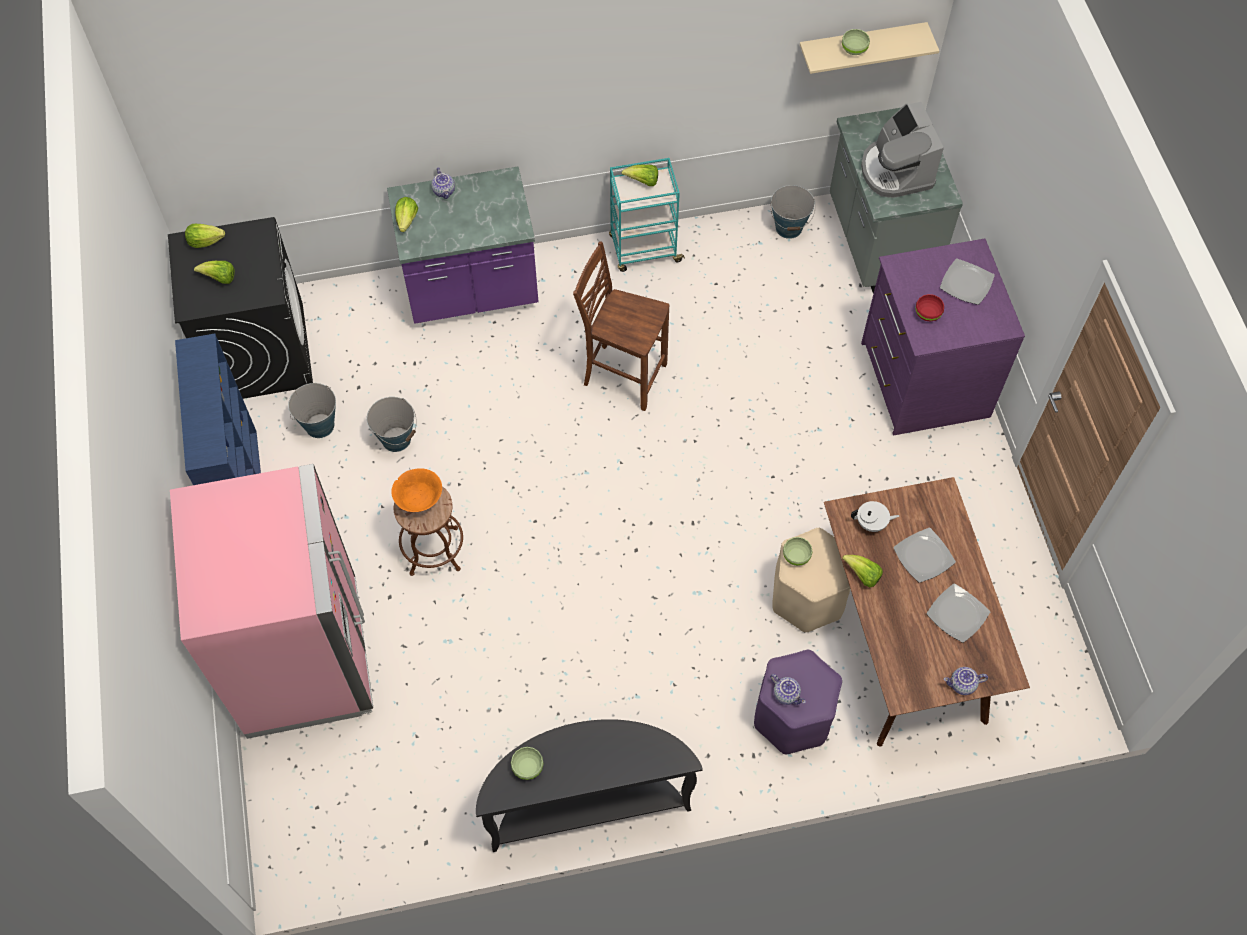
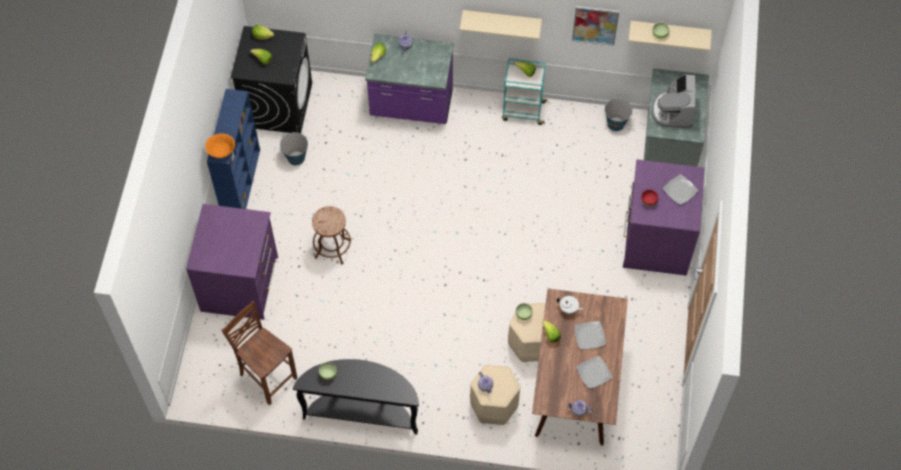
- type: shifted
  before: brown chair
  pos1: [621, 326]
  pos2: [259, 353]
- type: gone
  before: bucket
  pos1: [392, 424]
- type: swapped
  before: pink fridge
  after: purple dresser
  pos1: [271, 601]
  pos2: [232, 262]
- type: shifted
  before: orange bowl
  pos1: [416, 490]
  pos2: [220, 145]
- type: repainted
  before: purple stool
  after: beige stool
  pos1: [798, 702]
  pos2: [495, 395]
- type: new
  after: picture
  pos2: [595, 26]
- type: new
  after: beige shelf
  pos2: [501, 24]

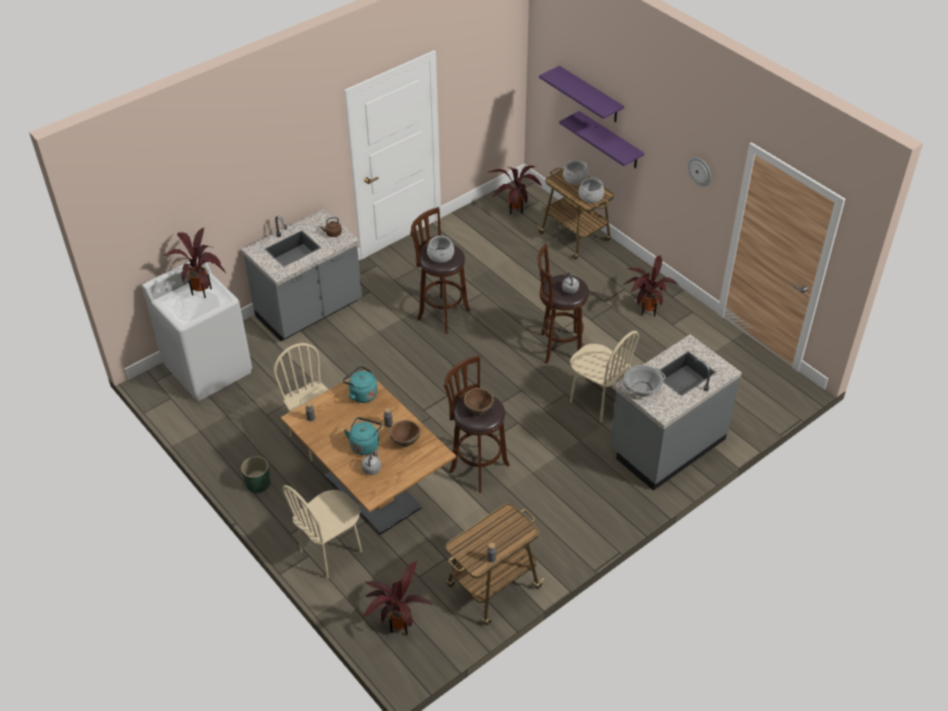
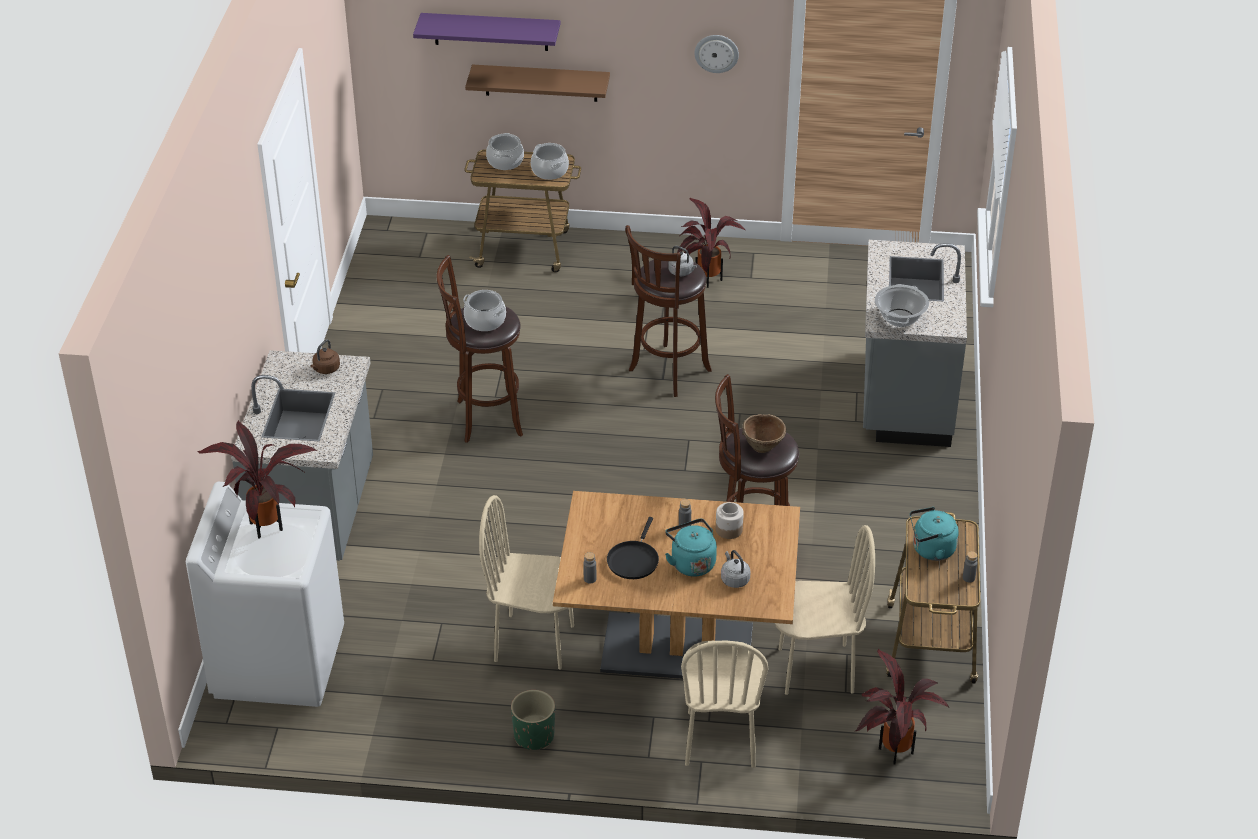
- type: repainted
  before: purple shelf
  after: brown shelf
  pos1: [601, 139]
  pos2: [537, 83]
- type: gone
  before: potted plant
  pos1: [515, 190]
- type: shifted
  before: beige chair
  pos1: [604, 376]
  pos2: [825, 610]
- type: shifted
  before: turquoise kettle
  pos1: [360, 384]
  pos2: [934, 534]
- type: swapped
  before: brown bowl
  after: jar
  pos1: [405, 433]
  pos2: [730, 520]
- type: new
  after: black frying pan
  pos2: [633, 548]

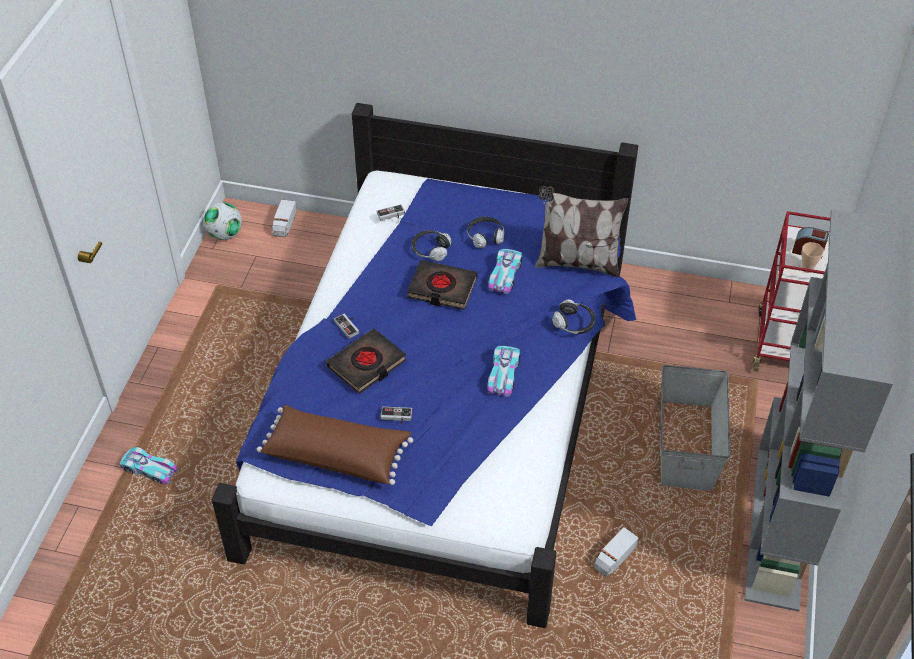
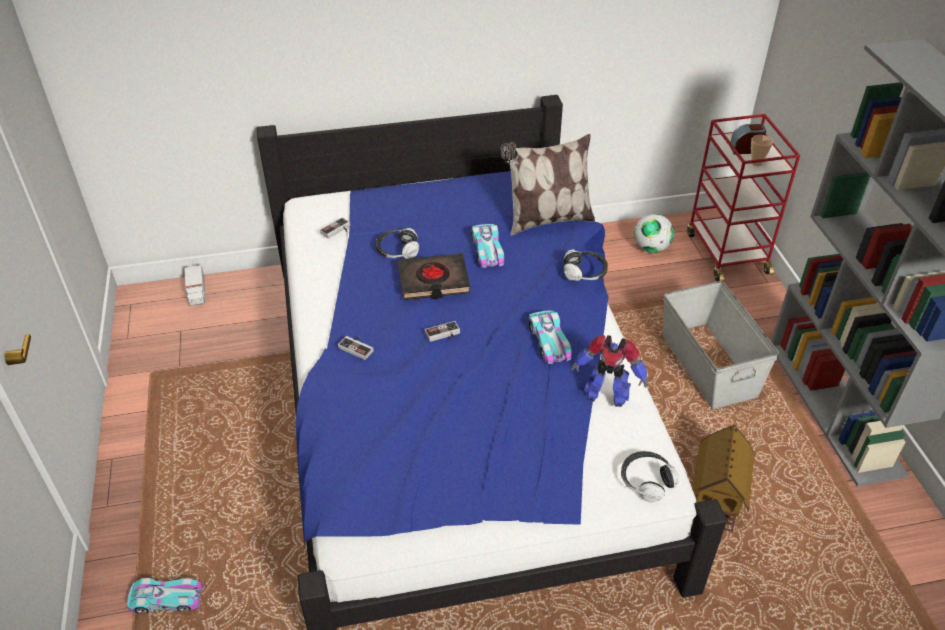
- type: shifted
  before: football
  pos1: [223, 221]
  pos2: [654, 233]
- type: shifted
  before: headphones
  pos1: [485, 232]
  pos2: [650, 477]
- type: gone
  before: black book
  pos1: [366, 361]
- type: gone
  before: brown pillow
  pos1: [335, 445]
- type: shifted
  before: game controller
  pos1: [396, 416]
  pos2: [442, 331]
- type: swapped
  before: toy truck
  after: toy house
  pos1: [616, 552]
  pos2: [723, 478]
- type: new
  after: toy robot
  pos2: [609, 370]

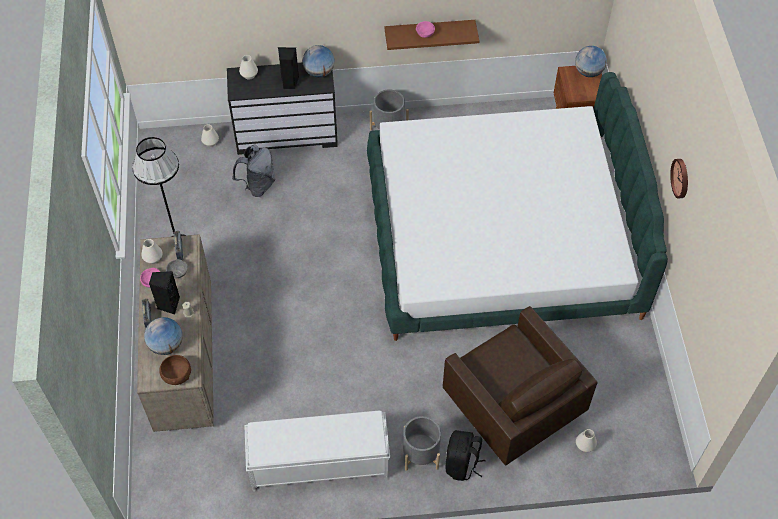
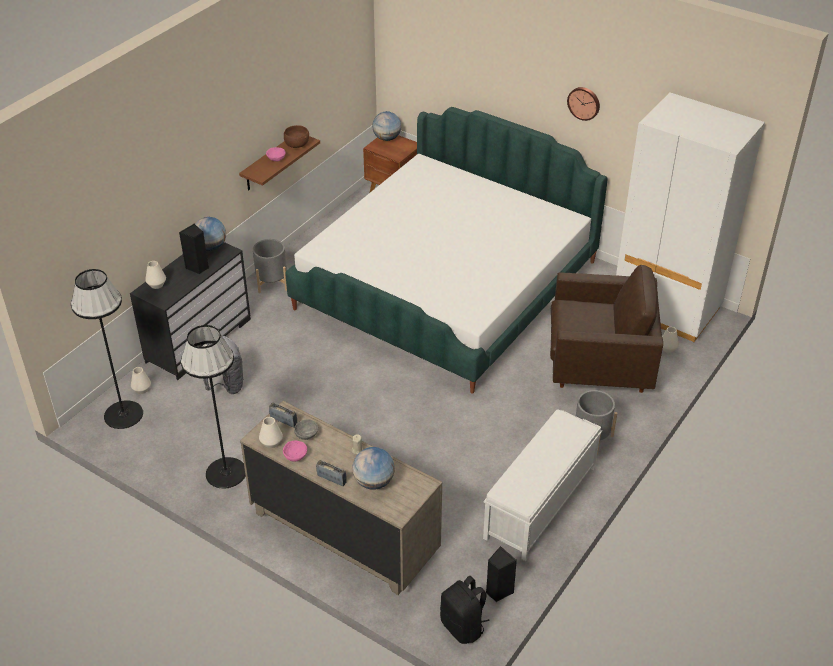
- type: shifted
  before: black speaker
  pos1: [164, 293]
  pos2: [501, 574]
- type: shifted
  before: brown bowl
  pos1: [175, 370]
  pos2: [296, 136]
- type: shifted
  before: black backpack
  pos1: [465, 455]
  pos2: [465, 610]
- type: new
  after: white wardrobe
  pos2: [690, 217]
- type: new
  after: black floor lamp
  pos2: [107, 349]

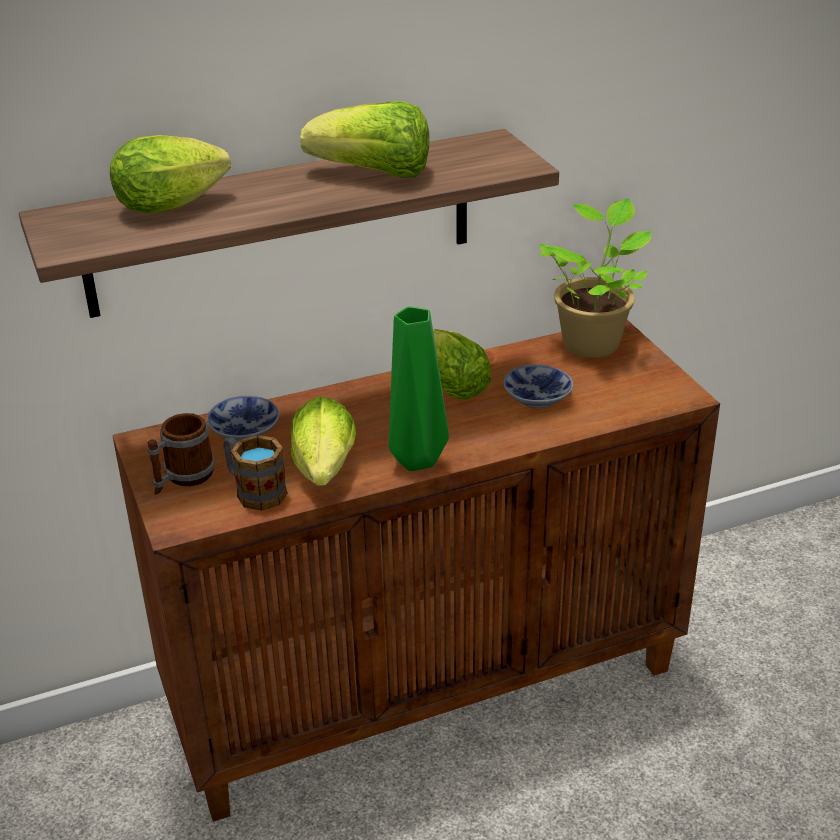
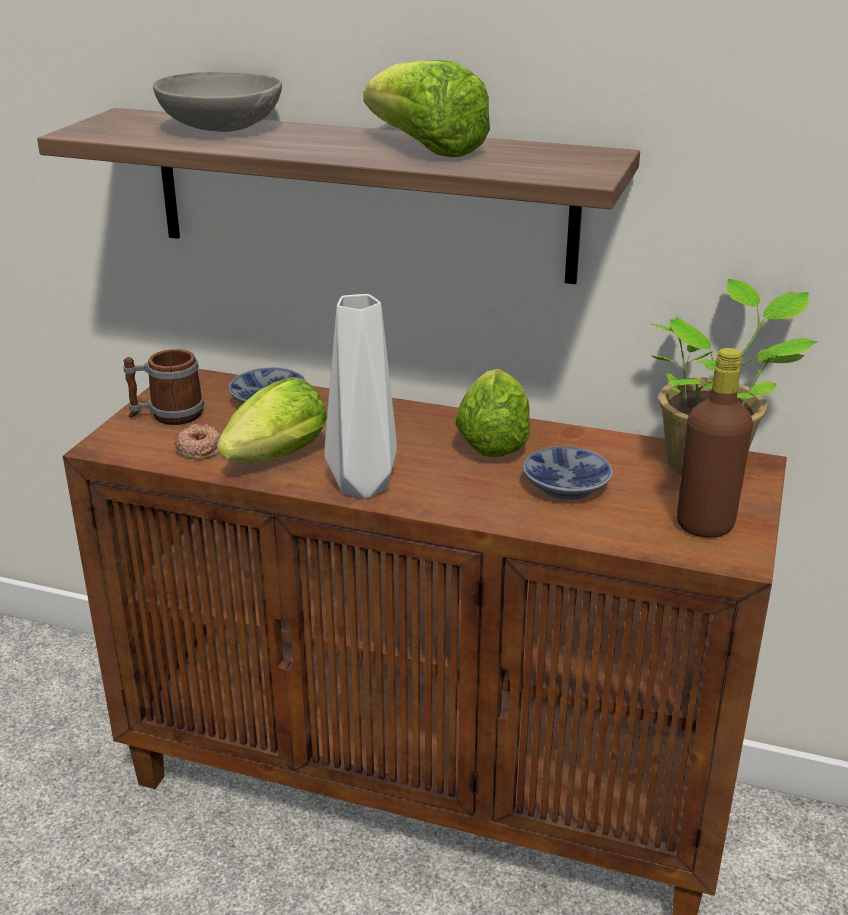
- type: swapped
  before: lettuce
  after: grey bowl
  pos1: [170, 174]
  pos2: [217, 102]
- type: repainted
  before: green vase
  after: white vase
  pos1: [419, 388]
  pos2: [360, 396]
- type: swapped
  before: mug
  after: donut
  pos1: [255, 473]
  pos2: [198, 442]
- type: new
  after: brown bottle
  pos2: [715, 443]

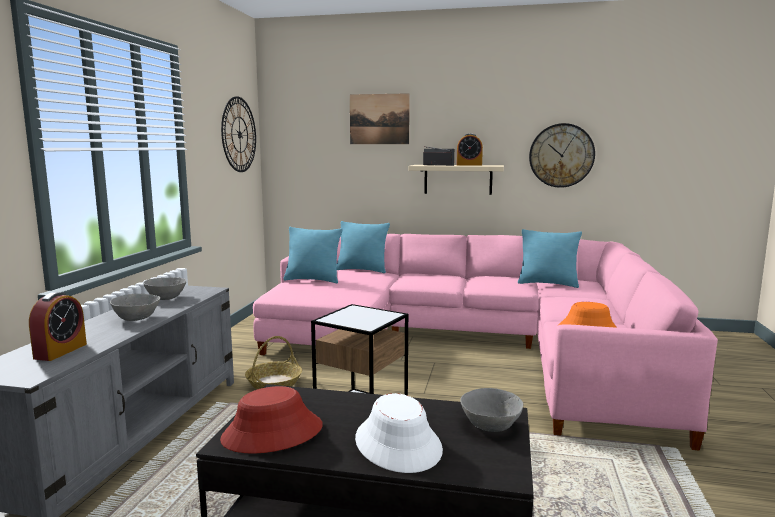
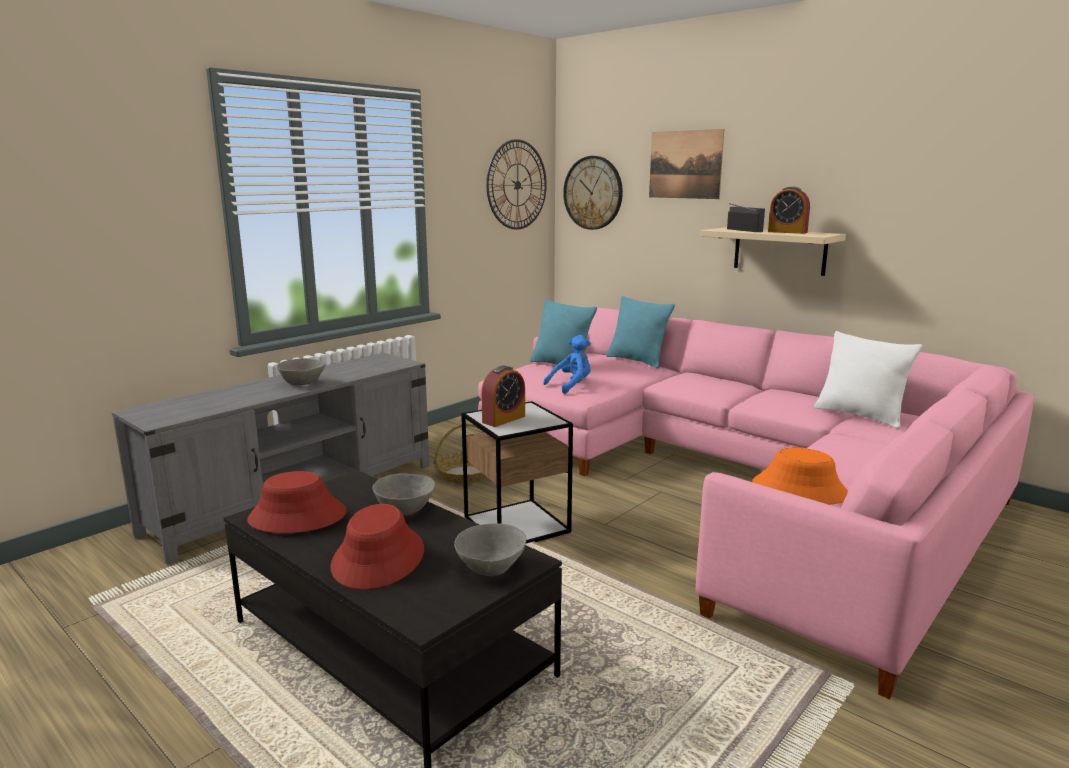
- type: shifted
  before: wall clock
  pos1: [562, 155]
  pos2: [593, 193]
- type: repainted
  before: turquoise pillow
  after: white pillow
  pos1: [550, 258]
  pos2: [868, 380]
- type: shifted
  before: grey bowl
  pos1: [164, 288]
  pos2: [403, 494]
- type: shifted
  before: alarm clock
  pos1: [58, 326]
  pos2: [503, 396]
- type: repainted
  before: white hat
  after: red hat
  pos1: [399, 433]
  pos2: [377, 547]
- type: new
  after: blue plush toy
  pos2: [567, 364]

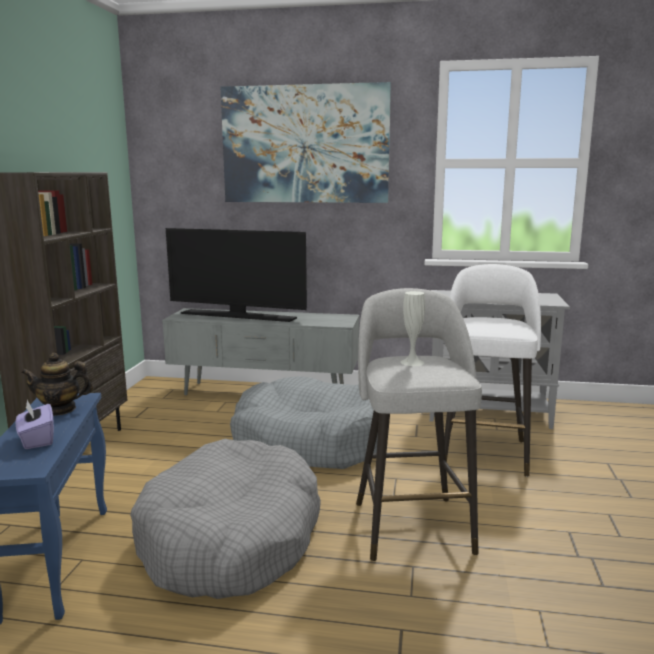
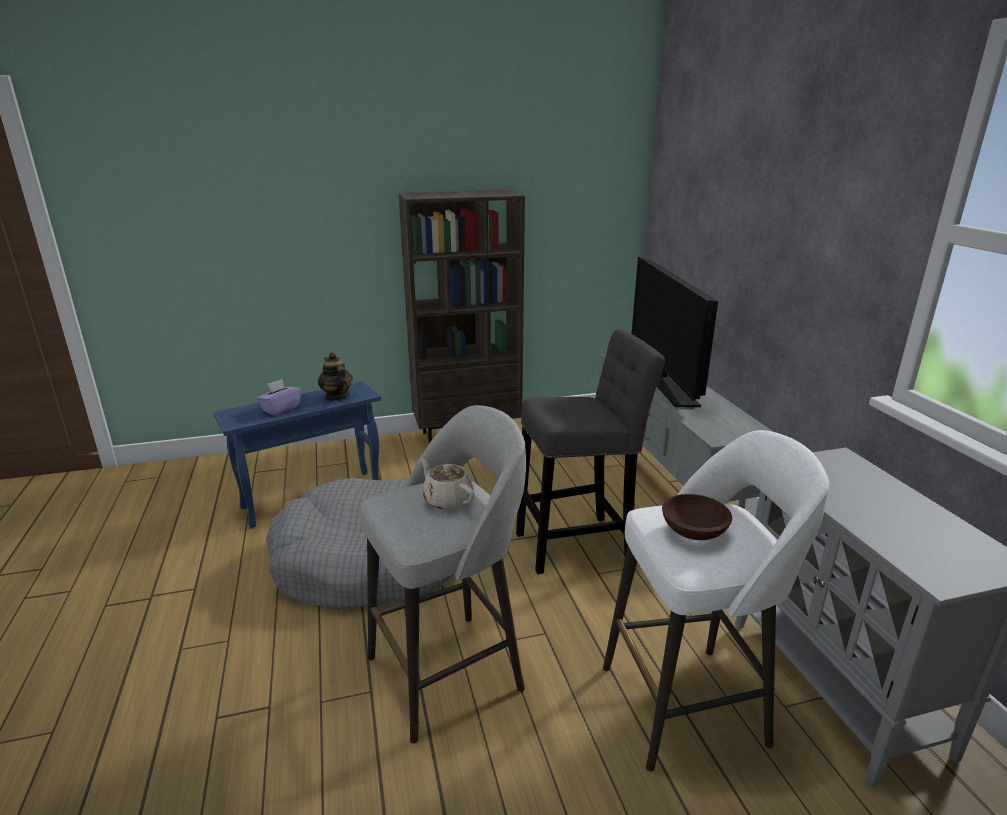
- type: gone
  before: picture
  pos1: [306, 142]
- type: swapped
  before: white vase
  after: beige teapot
  pos1: [413, 328]
  pos2: [447, 484]
- type: swapped
  before: grey dog bed
  after: grey stool
  pos1: [304, 422]
  pos2: [590, 451]
- type: new
  after: brown bowl
  pos2: [697, 517]

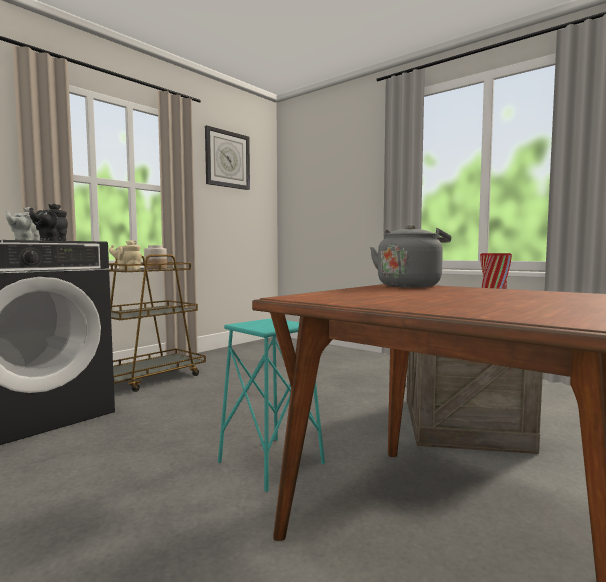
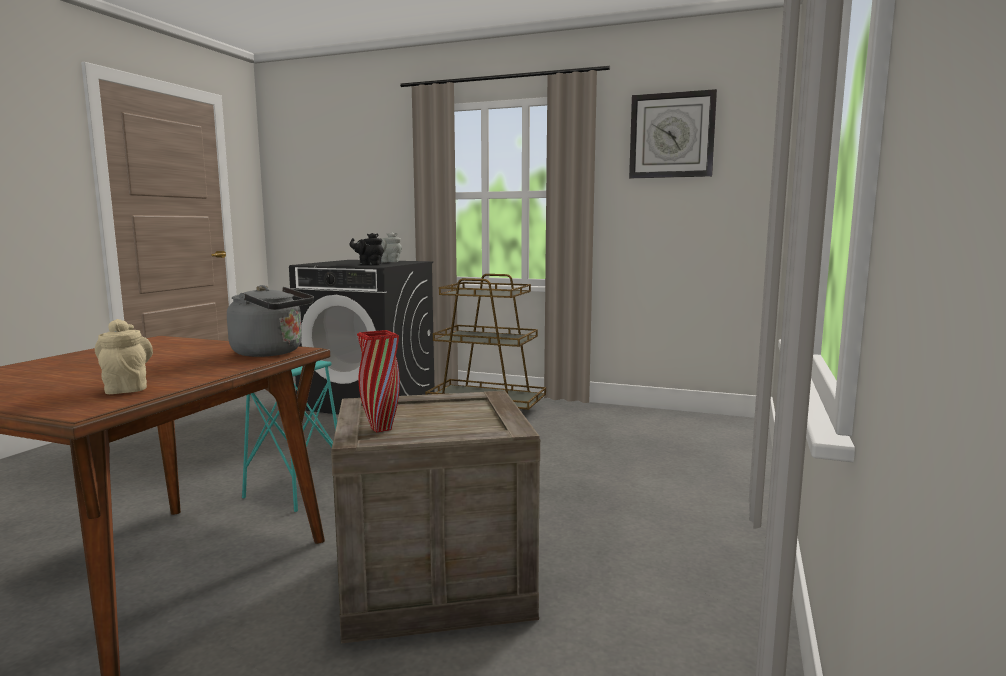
- type: shifted
  before: beige teapot
  pos1: [125, 255]
  pos2: [124, 356]
- type: gone
  before: jar
  pos1: [155, 257]

